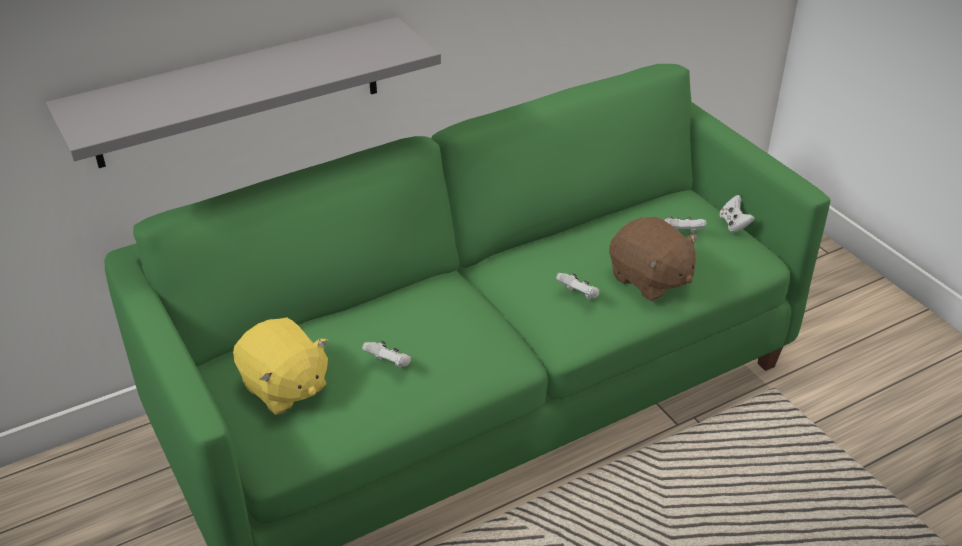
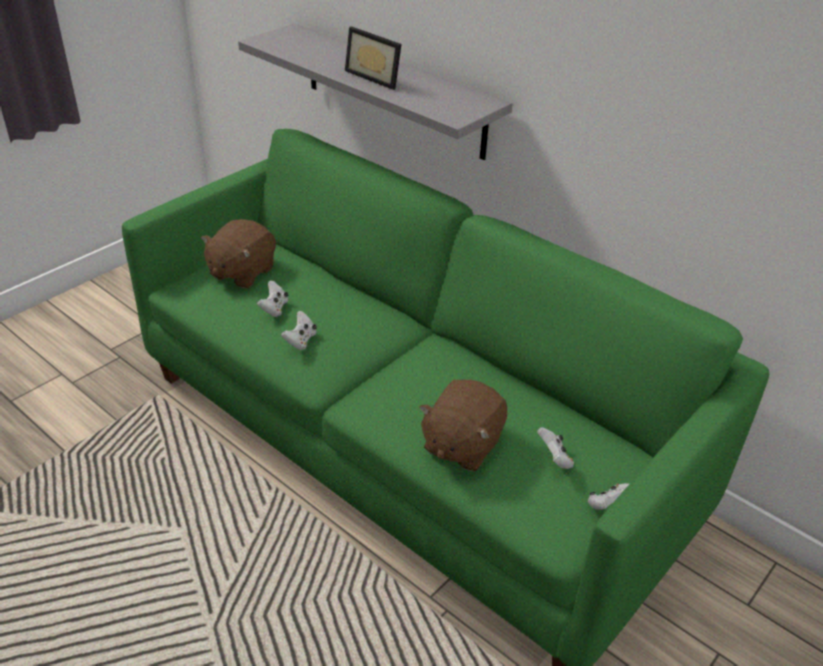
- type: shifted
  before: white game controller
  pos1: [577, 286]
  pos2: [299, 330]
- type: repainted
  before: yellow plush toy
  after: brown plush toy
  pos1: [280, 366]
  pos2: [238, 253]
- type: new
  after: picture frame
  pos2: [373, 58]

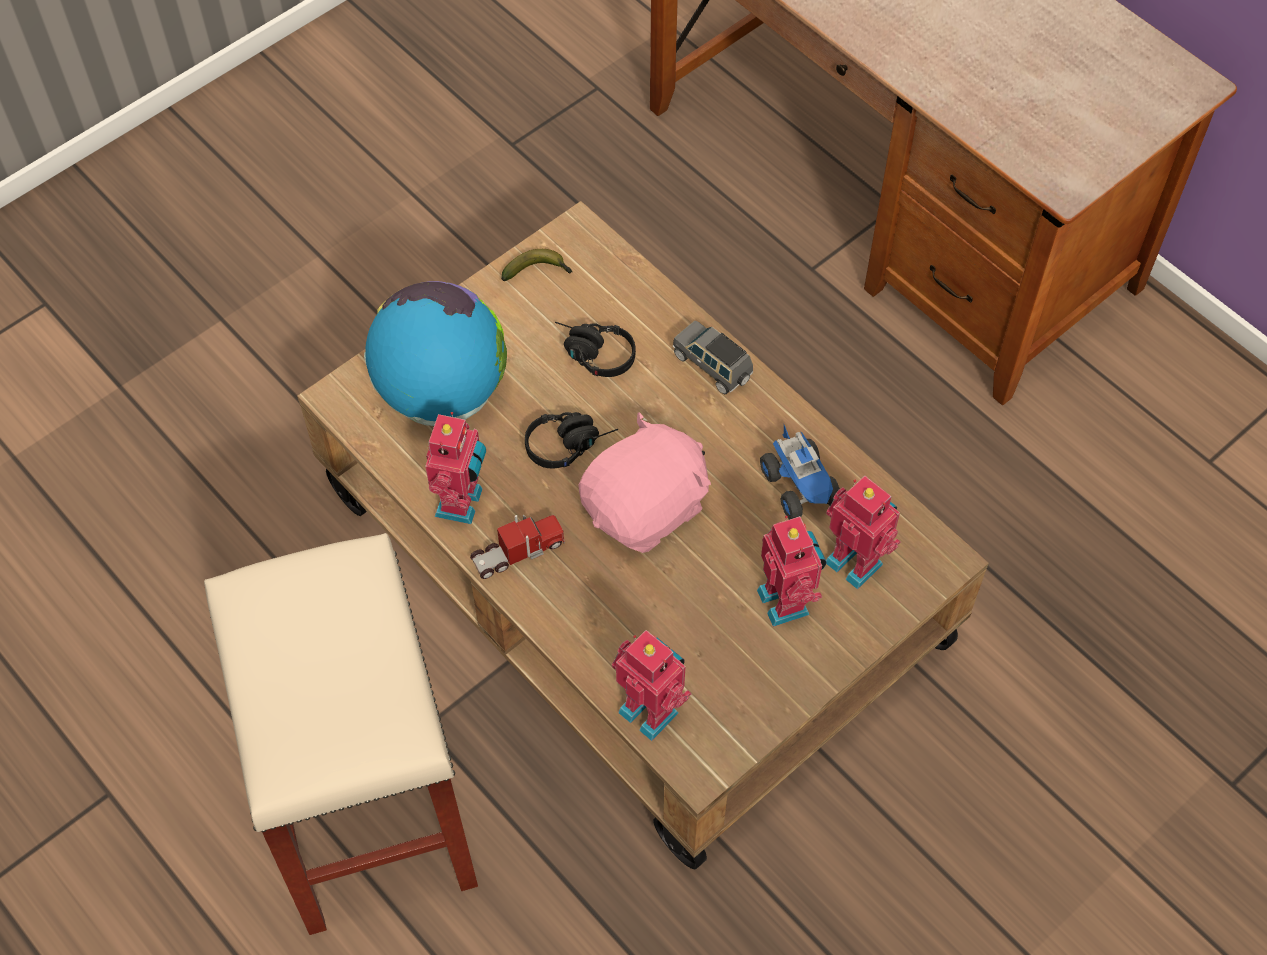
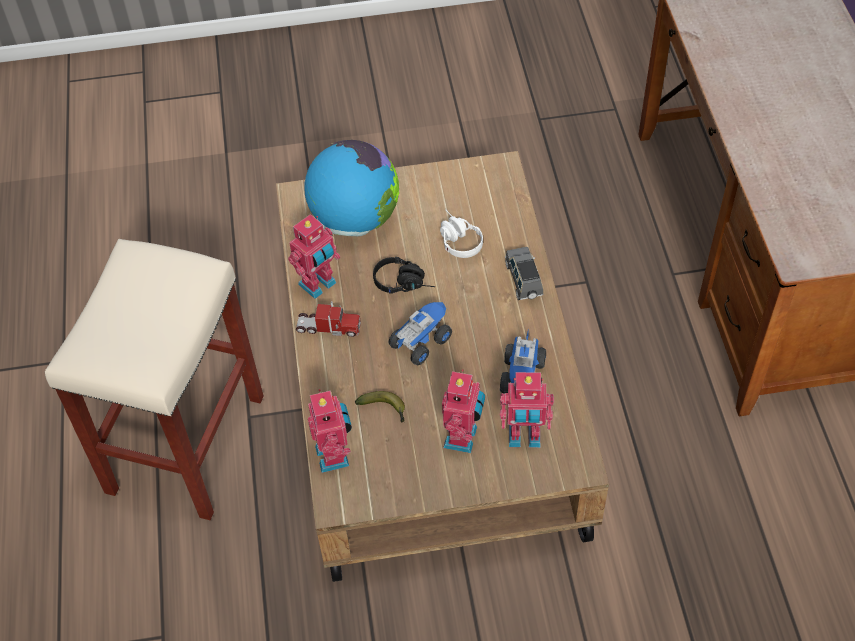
- type: shifted
  before: banana
  pos1: [536, 265]
  pos2: [380, 406]
- type: repainted
  before: black headphones
  after: white headphones
  pos1: [595, 349]
  pos2: [461, 234]
- type: swapped
  before: pink plush toy
  after: toy truck
  pos1: [644, 482]
  pos2: [420, 333]
- type: rotated
  before: toy robot
  pos1: [863, 532]
  pos2: [527, 410]
  turn: 105

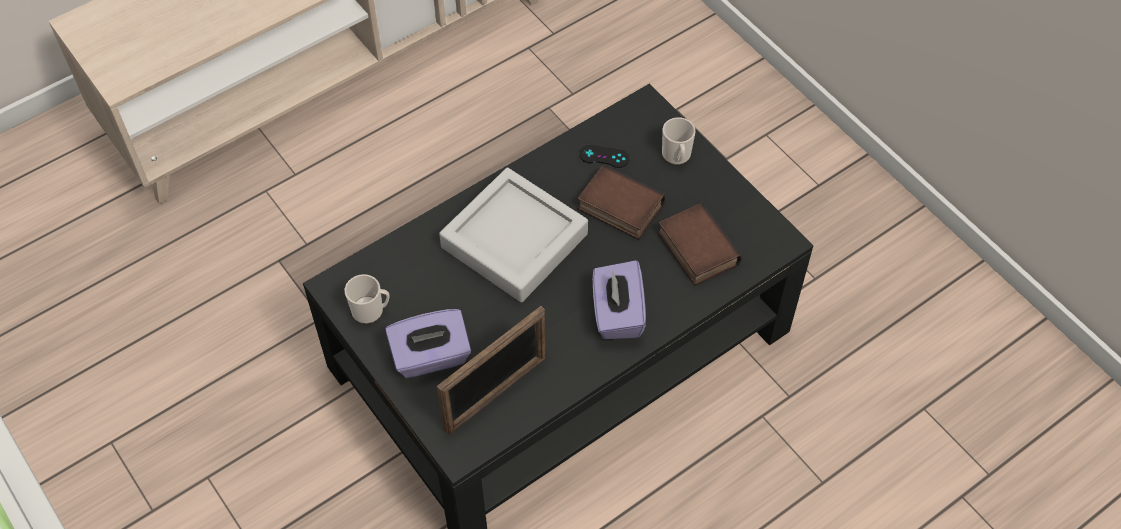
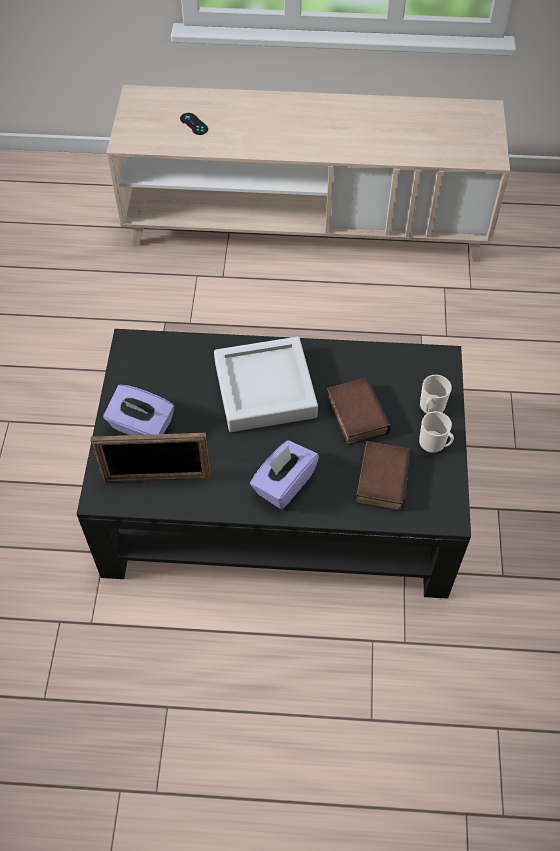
- type: shifted
  before: black game controller
  pos1: [604, 156]
  pos2: [194, 124]
- type: shifted
  before: mug
  pos1: [367, 299]
  pos2: [436, 432]

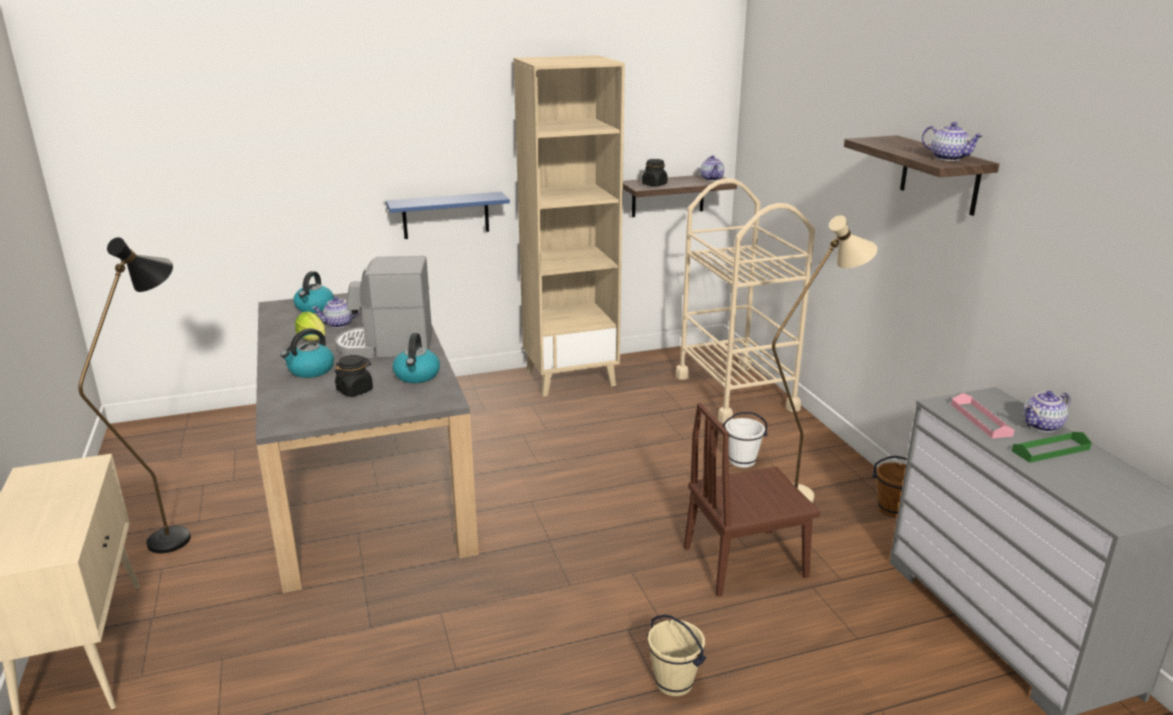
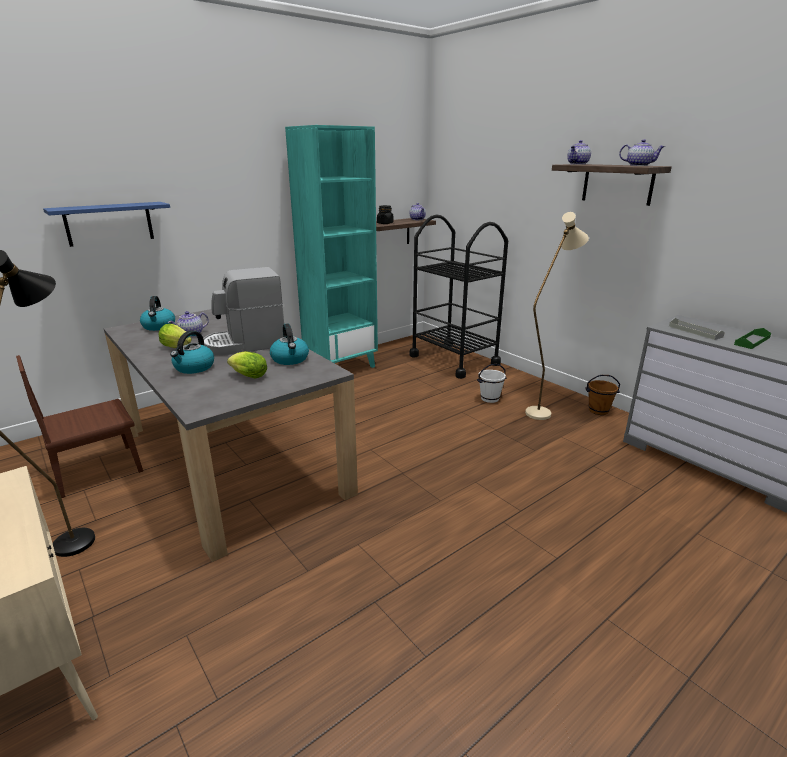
- type: repainted
  before: beige bookcase
  after: turquoise bookcase
  pos1: [569, 226]
  pos2: [331, 246]
- type: repainted
  before: beige cart
  after: black cart
  pos1: [745, 300]
  pos2: [458, 297]
- type: shifted
  before: blue shelf
  pos1: [448, 215]
  pos2: [106, 224]
- type: swapped
  before: black jar
  after: lettuce
  pos1: [354, 376]
  pos2: [247, 364]
- type: shifted
  before: teapot
  pos1: [1047, 411]
  pos2: [579, 152]
- type: repainted
  before: pink tray
  after: grey tray
  pos1: [982, 415]
  pos2: [697, 329]
- type: shifted
  before: brown chair
  pos1: [752, 500]
  pos2: [79, 426]
- type: gone
  before: beige bucket
  pos1: [676, 655]

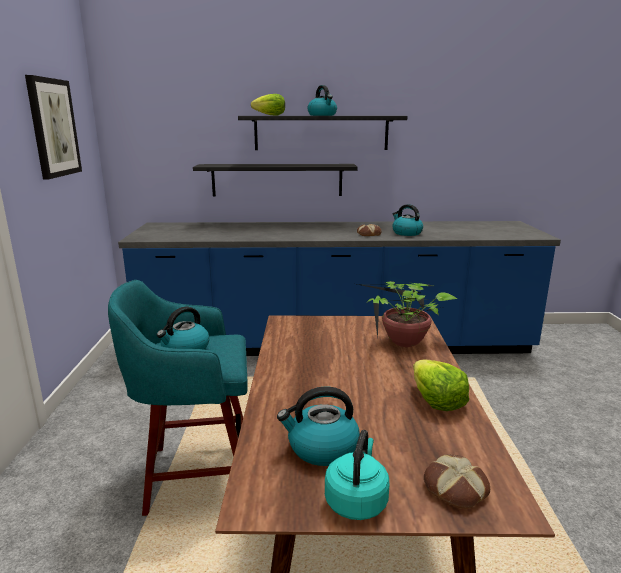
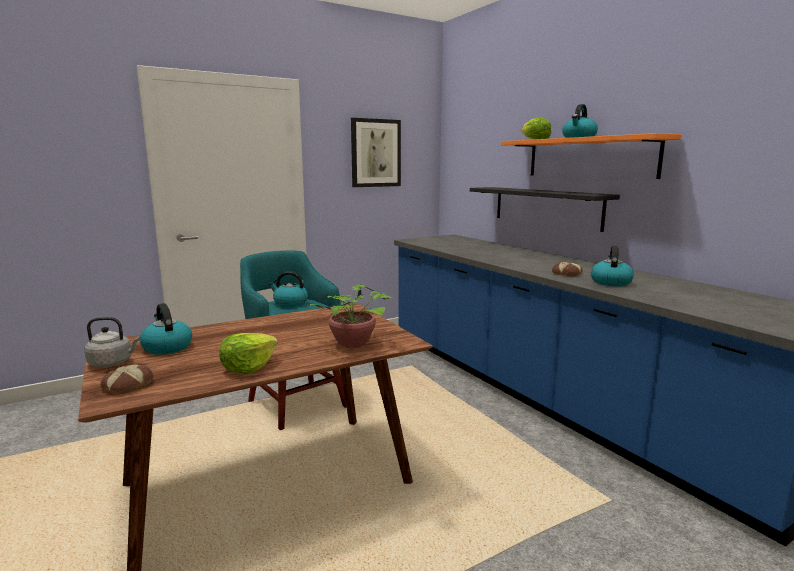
- type: repainted
  before: black shelf
  after: orange shelf
  pos1: [323, 133]
  pos2: [591, 156]
- type: repainted
  before: turquoise kettle
  after: grey kettle
  pos1: [357, 475]
  pos2: [112, 342]

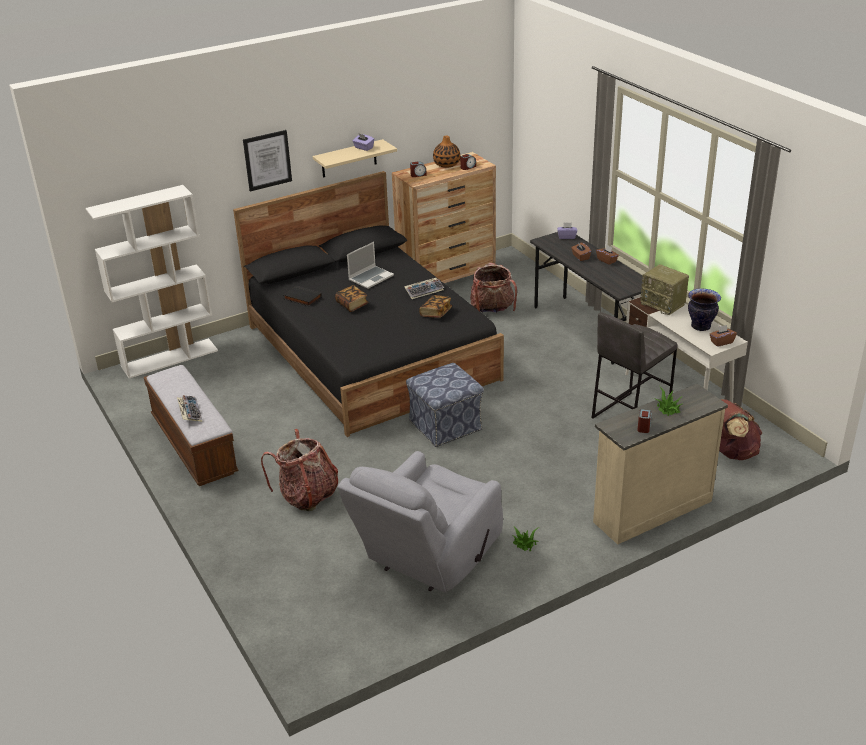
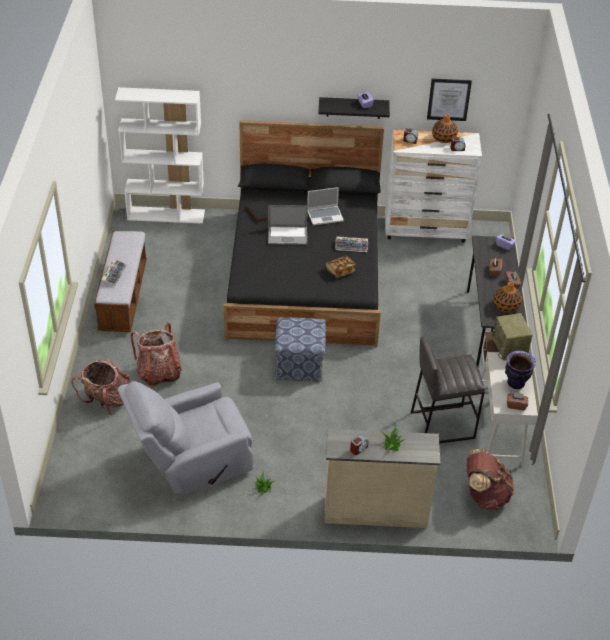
- type: shifted
  before: picture
  pos1: [267, 160]
  pos2: [449, 99]
- type: repainted
  before: beige shelf
  after: black shelf
  pos1: [355, 158]
  pos2: [354, 108]
- type: repainted
  before: brown dresser
  after: white dresser
  pos1: [444, 217]
  pos2: [433, 186]
- type: shifted
  before: backpack
  pos1: [493, 288]
  pos2: [100, 387]
- type: swapped
  before: book
  after: laptop
  pos1: [352, 298]
  pos2: [288, 225]
- type: new
  after: vase
  pos2: [507, 297]

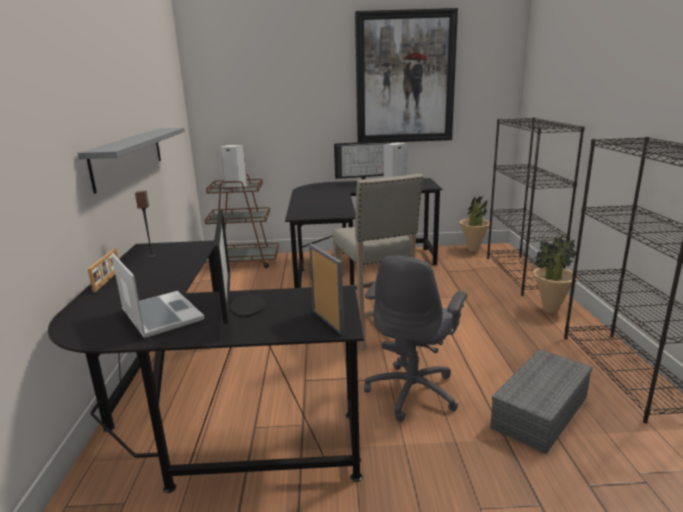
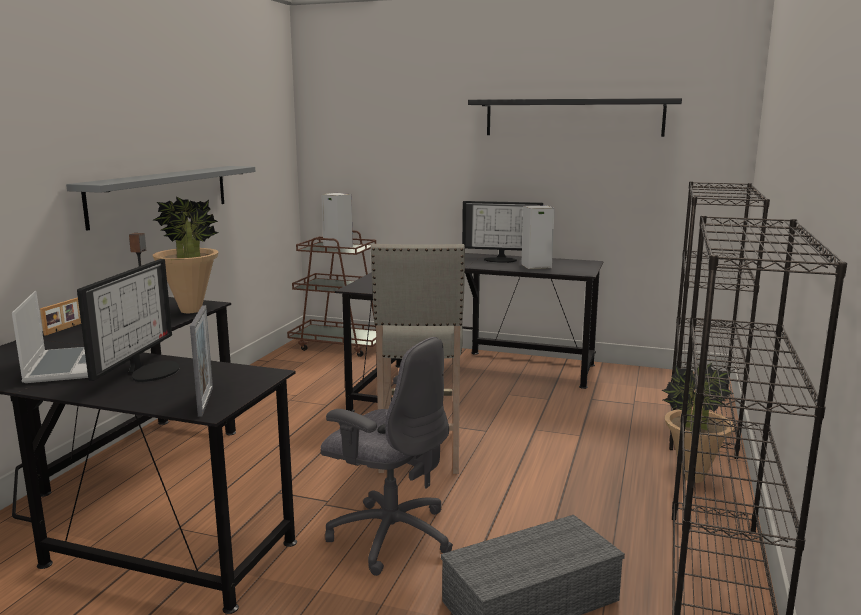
- type: swapped
  before: picture
  after: black shelf
  pos1: [406, 75]
  pos2: [575, 117]
- type: shifted
  before: potted plant
  pos1: [474, 224]
  pos2: [185, 254]
- type: rotated
  before: grey office chair
  pos1: [415, 339]
  pos2: [387, 456]
  turn: -105

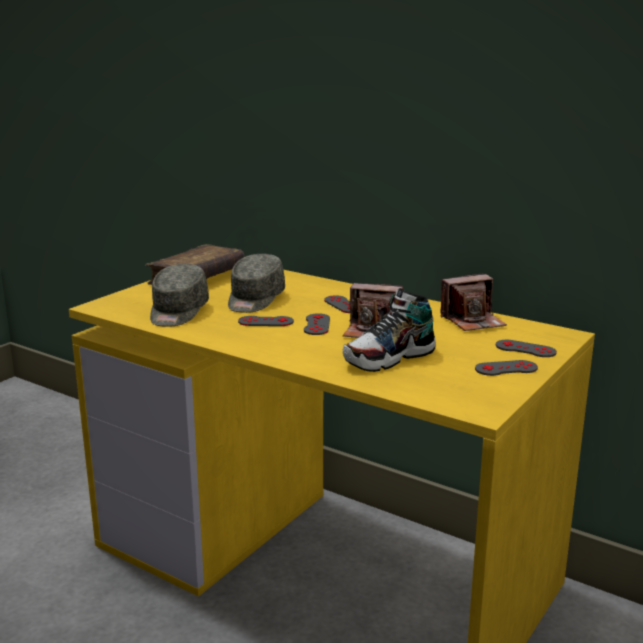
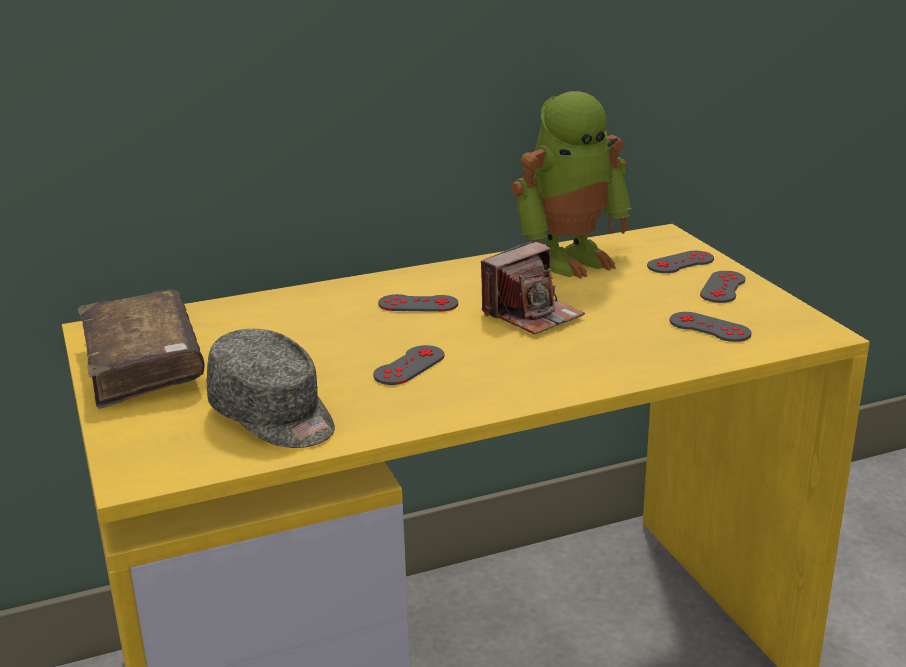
- type: gone
  before: grey cap
  pos1: [256, 283]
- type: swapped
  before: photo camera
  after: toy robot
  pos1: [473, 302]
  pos2: [572, 185]
- type: gone
  before: shoe
  pos1: [389, 330]
- type: shifted
  before: grey game controller
  pos1: [317, 324]
  pos2: [710, 327]

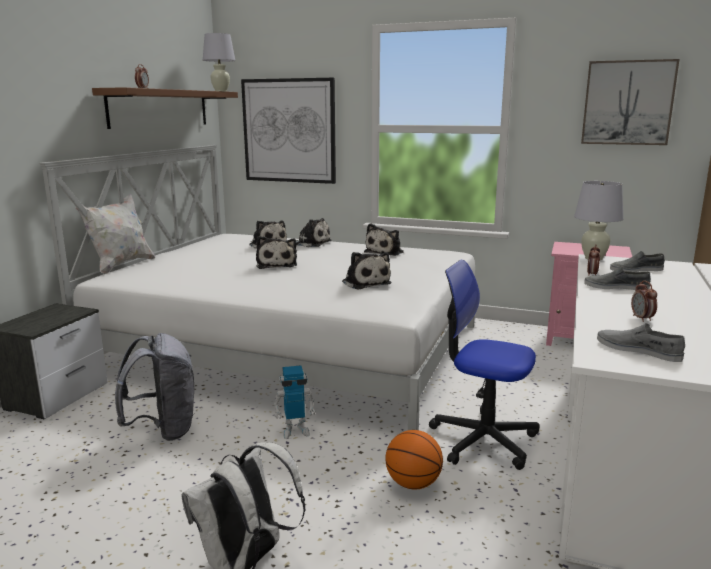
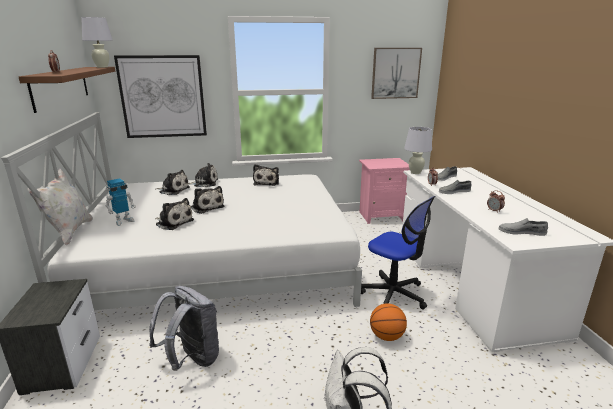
- type: shifted
  before: plush toy
  pos1: [367, 271]
  pos2: [174, 214]
- type: rotated
  before: office chair
  pos1: [484, 365]
  pos2: [398, 252]
  turn: -135
- type: shifted
  before: toy robot
  pos1: [295, 402]
  pos2: [121, 202]

